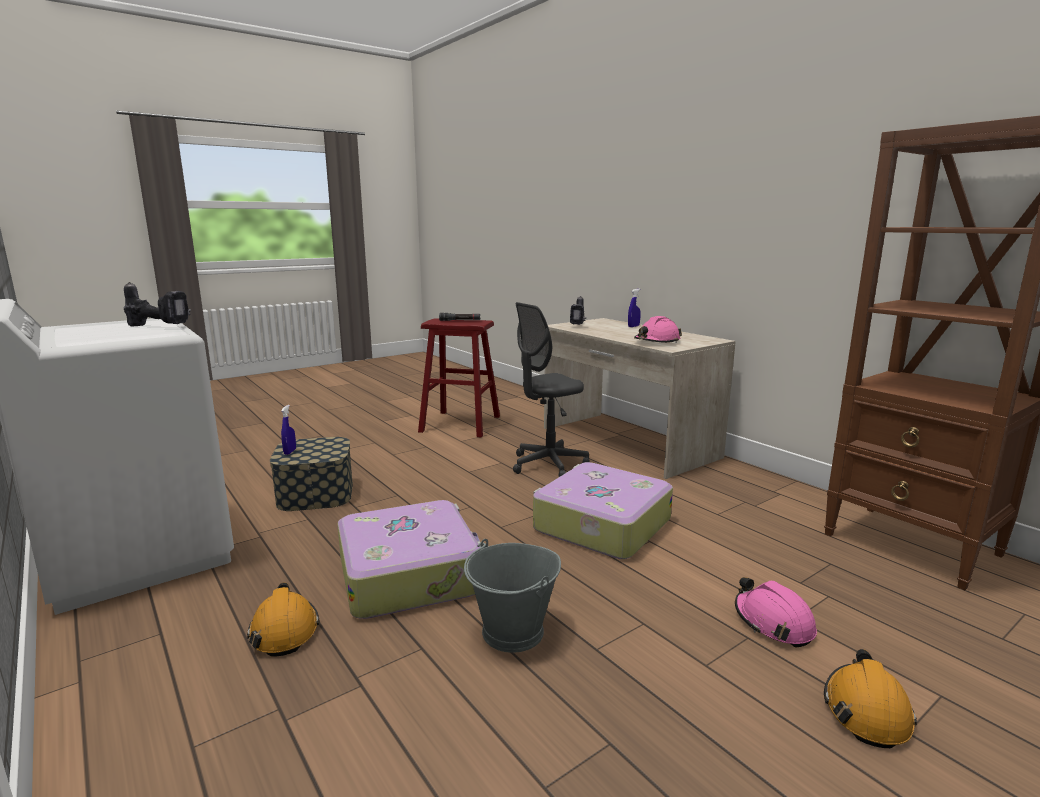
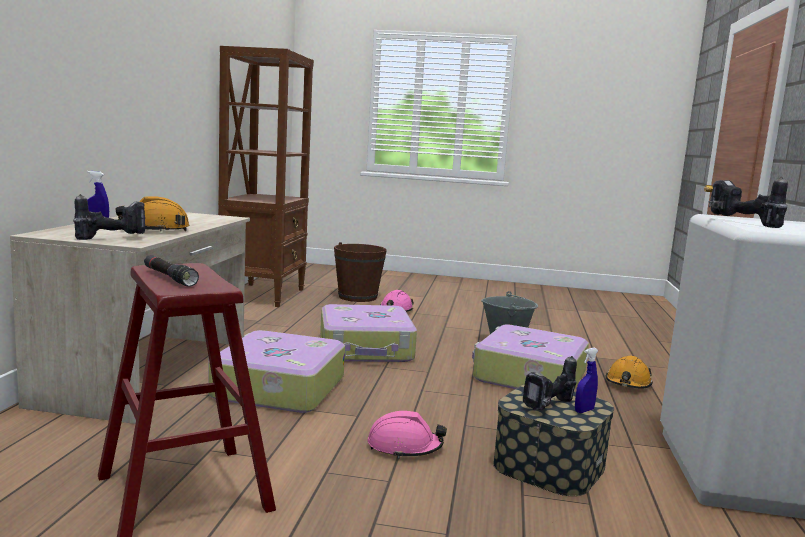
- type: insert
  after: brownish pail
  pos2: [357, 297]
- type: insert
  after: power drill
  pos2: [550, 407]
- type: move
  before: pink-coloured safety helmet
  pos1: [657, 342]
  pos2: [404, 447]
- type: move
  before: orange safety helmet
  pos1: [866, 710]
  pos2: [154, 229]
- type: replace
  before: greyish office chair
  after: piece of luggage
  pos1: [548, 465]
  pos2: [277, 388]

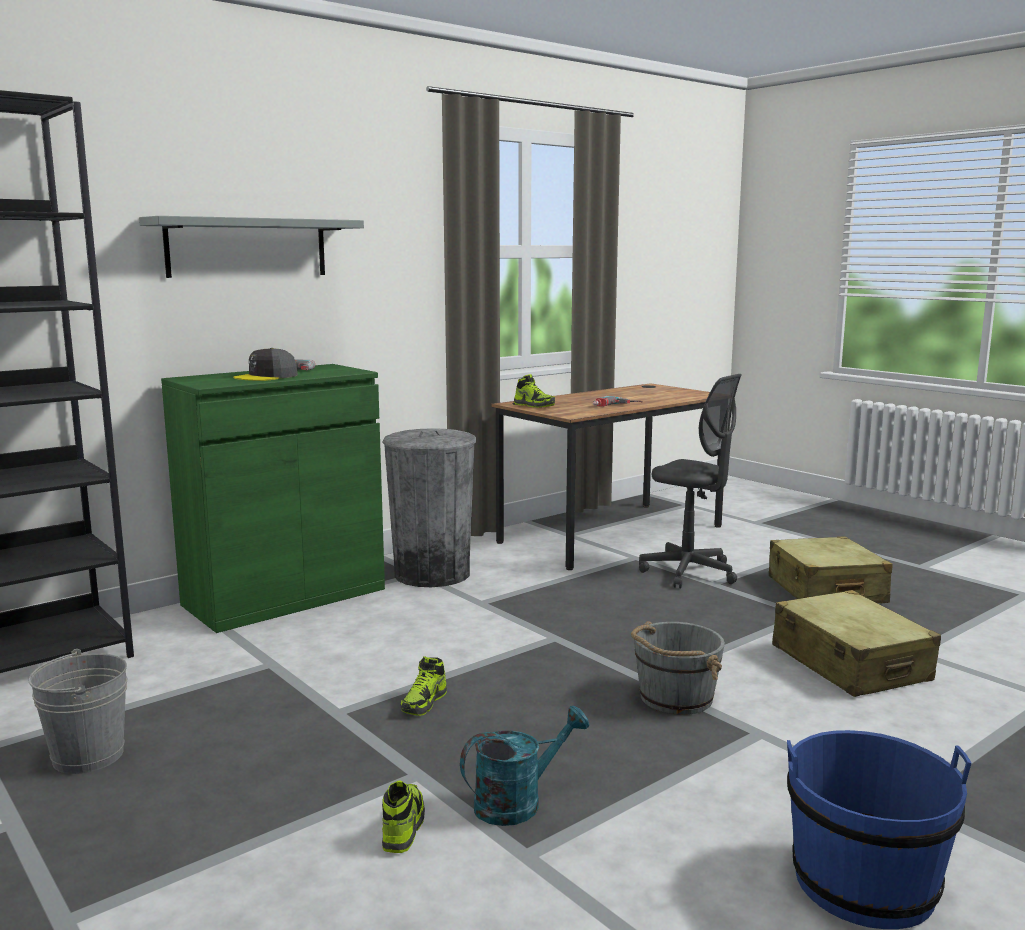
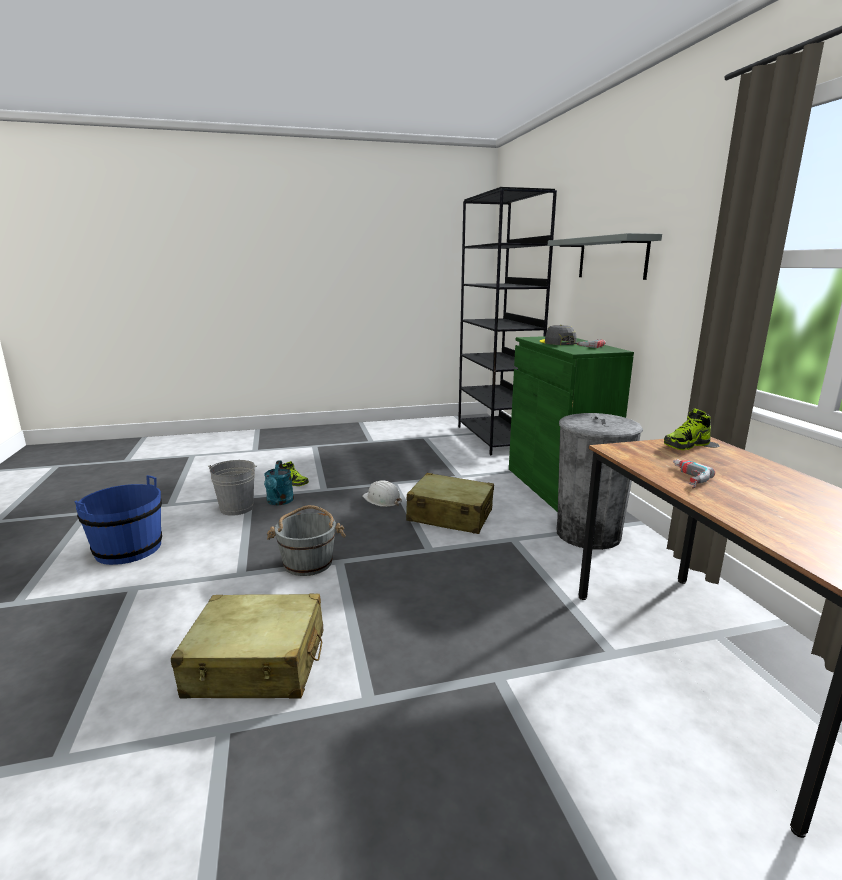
- type: delete
  before: greyish office chair
  pos1: [689, 573]
- type: move
  before: greyish pail
  pos1: [88, 756]
  pos2: [237, 508]
- type: move
  before: beige-coloured piece of luggage
  pos1: [825, 591]
  pos2: [450, 516]
- type: replace
  before: item of footwear
  after: whitish safety helmet
  pos1: [424, 703]
  pos2: [382, 499]

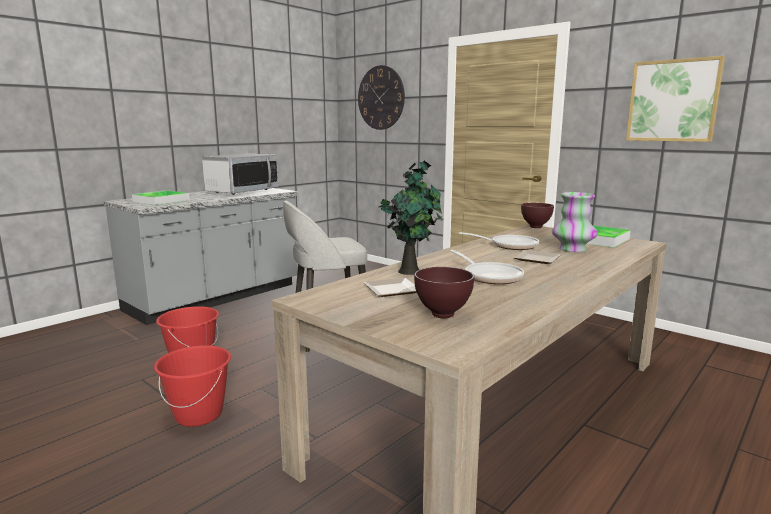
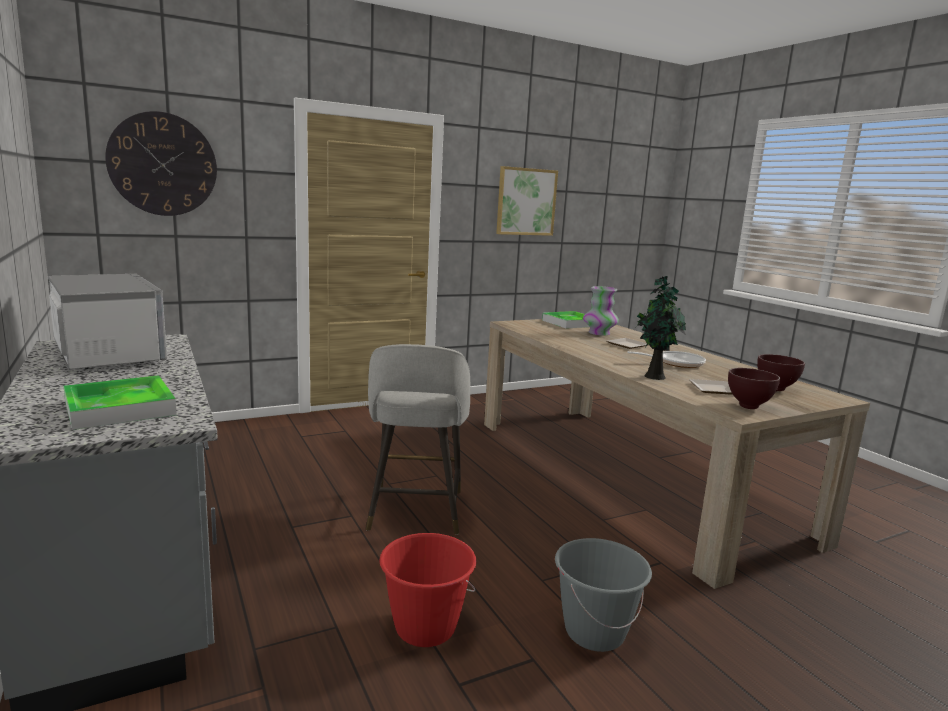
- type: delete
  before: frying pan
  pos1: [510, 246]
- type: move
  before: brownish deep dish
  pos1: [535, 227]
  pos2: [747, 406]
- type: recolor
  before: reddish pail
  after: greyish pail
  pos1: [199, 414]
  pos2: [594, 632]

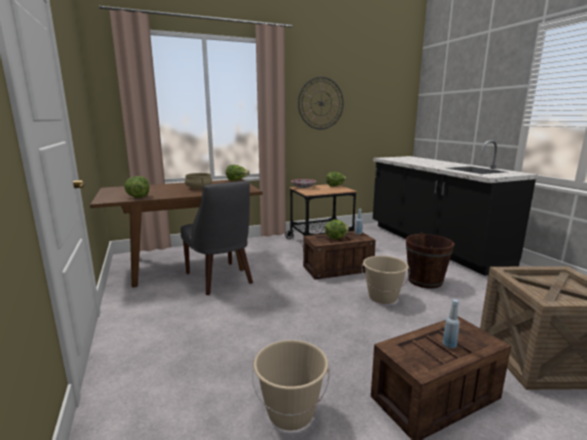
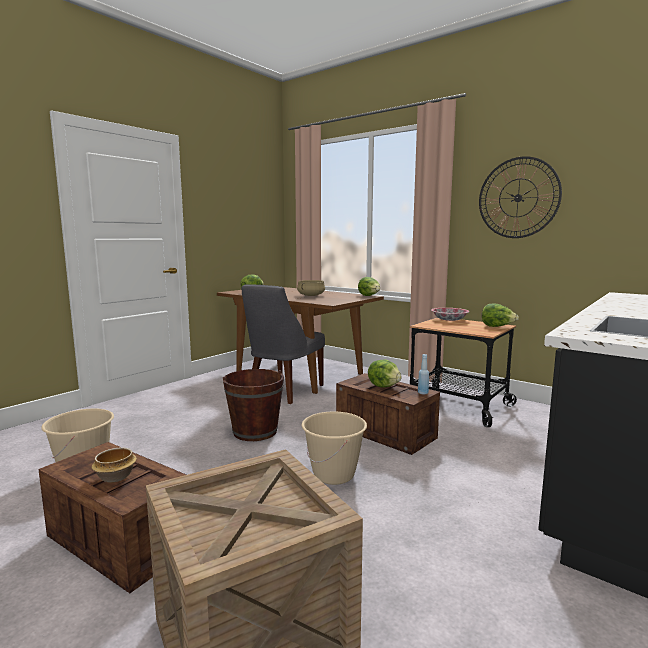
- type: move
  before: brownish pail
  pos1: [425, 281]
  pos2: [255, 432]
- type: replace
  before: blue bottle
  after: deep dish
  pos1: [449, 345]
  pos2: [115, 477]

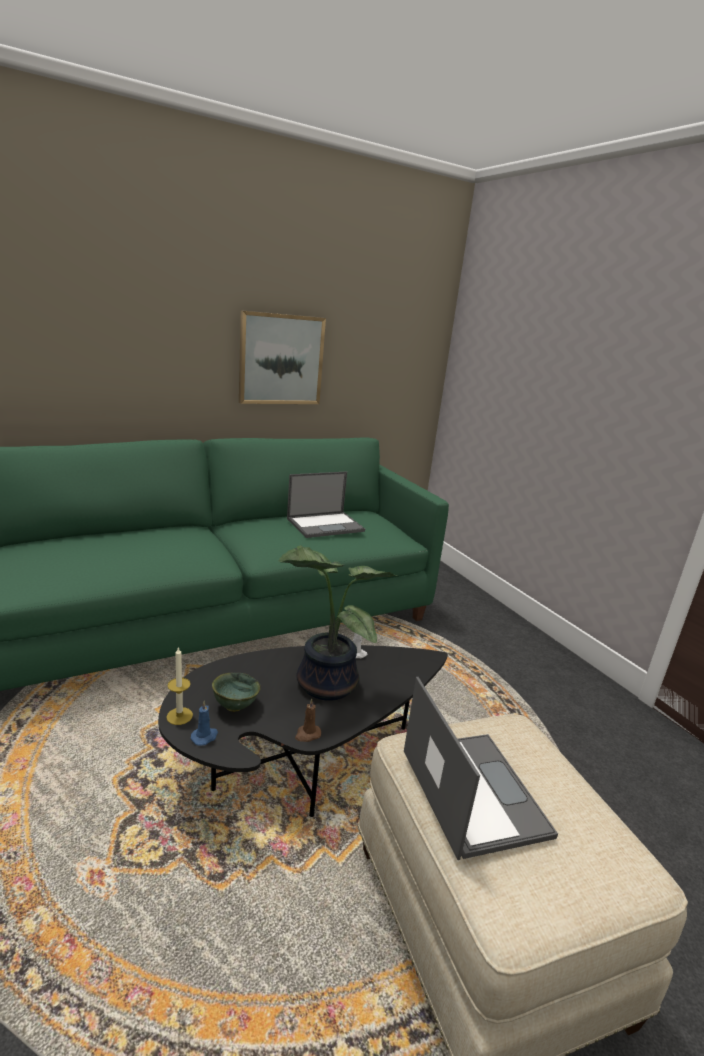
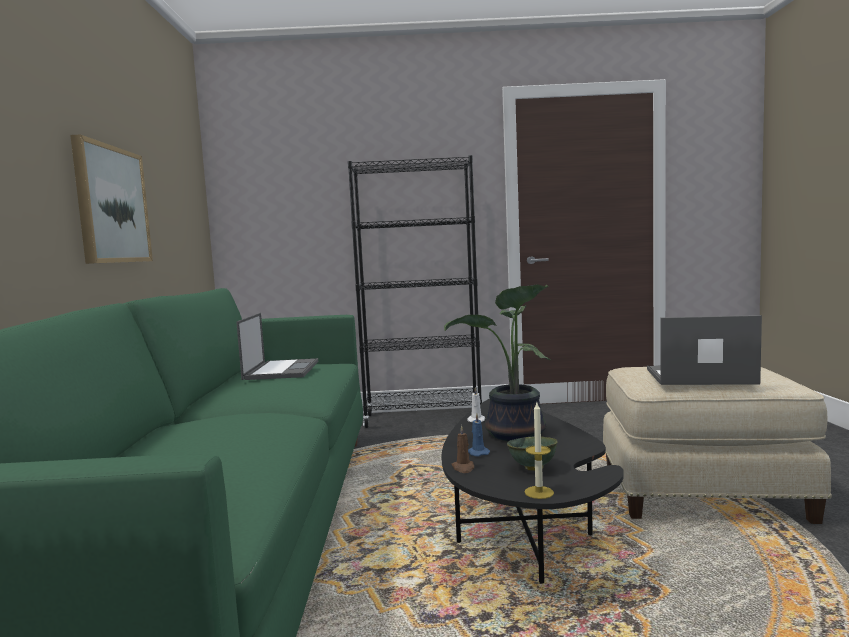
- type: insert
  after: black-coloured shelving unit
  pos2: [423, 418]
- type: move
  before: blue wax light
  pos1: [205, 737]
  pos2: [477, 453]
- type: move
  before: brownish wax light
  pos1: [307, 734]
  pos2: [463, 468]

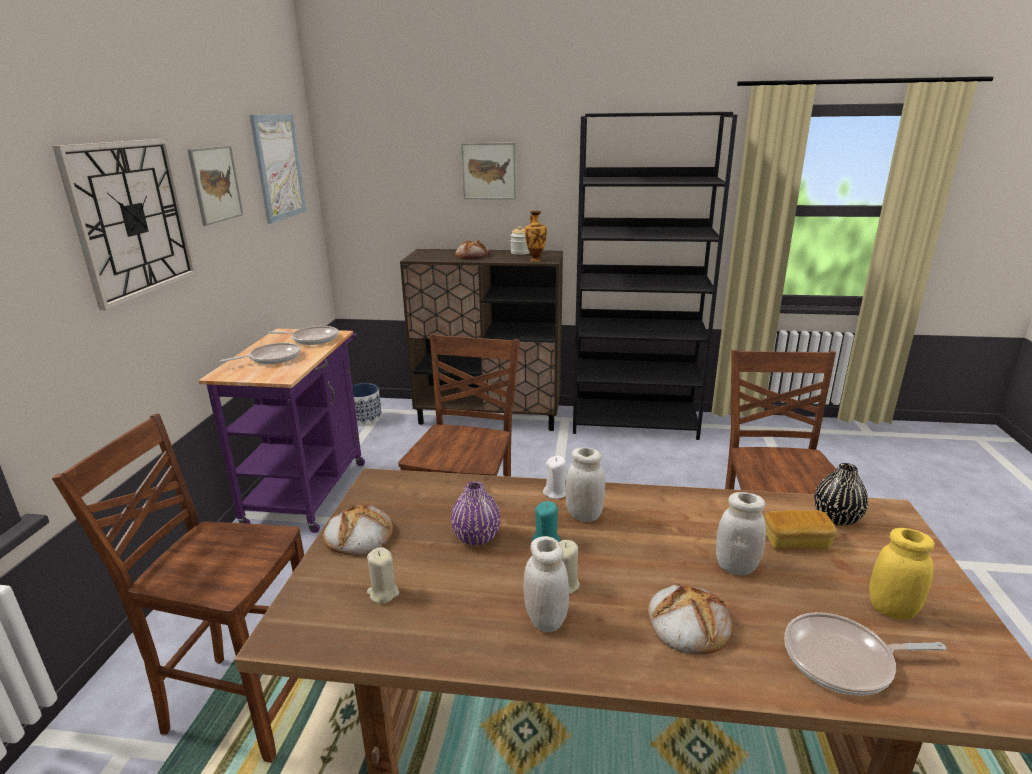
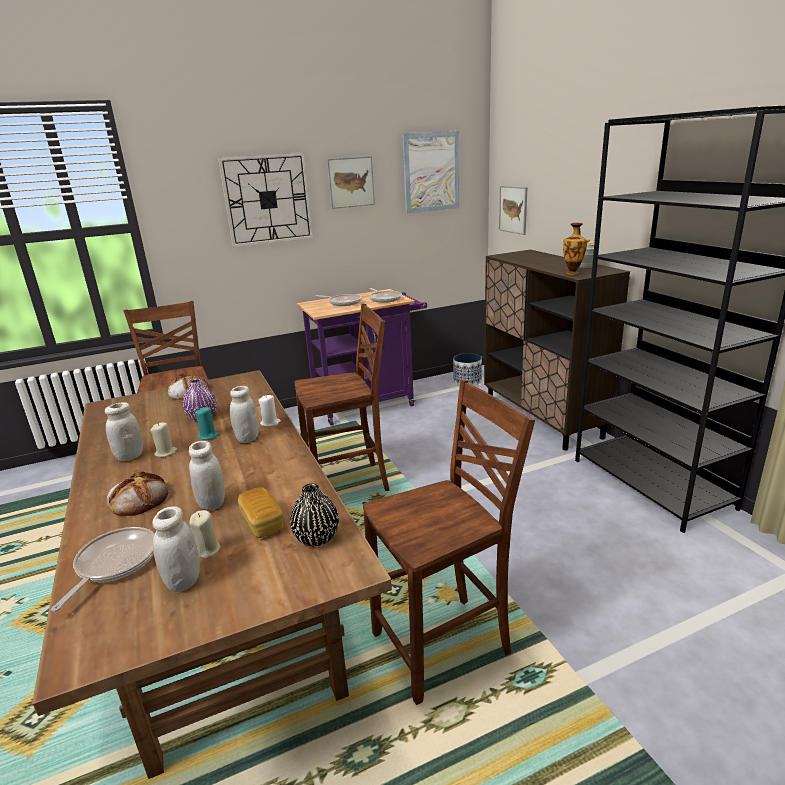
- type: delete
  before: bread
  pos1: [472, 255]
- type: move
  before: beige-coloured wax light
  pos1: [383, 593]
  pos2: [207, 550]
- type: move
  before: picture
  pos1: [489, 171]
  pos2: [513, 209]
- type: recolor
  before: yellow-coloured preserve jar
  after: whitish preserve jar
  pos1: [891, 609]
  pos2: [183, 581]
- type: rotate
  before: frying pan
  pos1: [844, 660]
  pos2: [114, 564]
  turn: 45

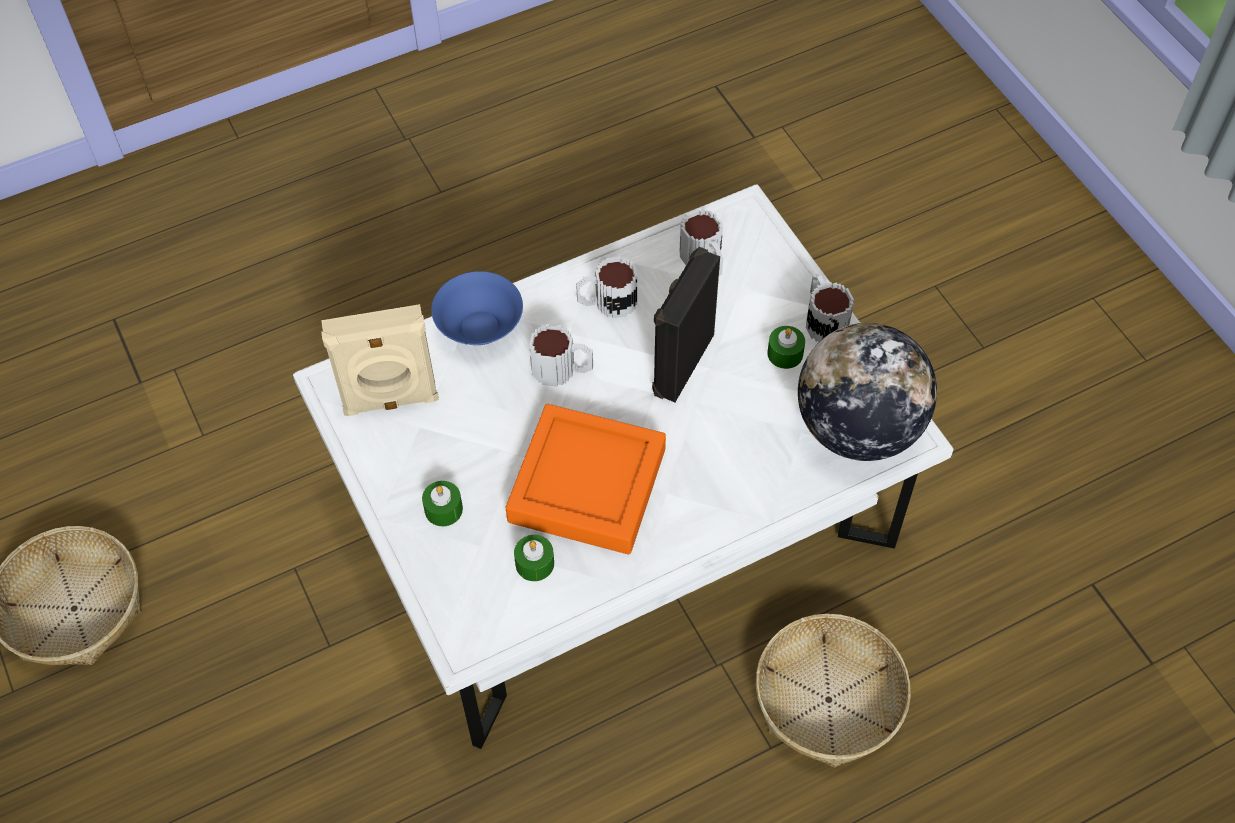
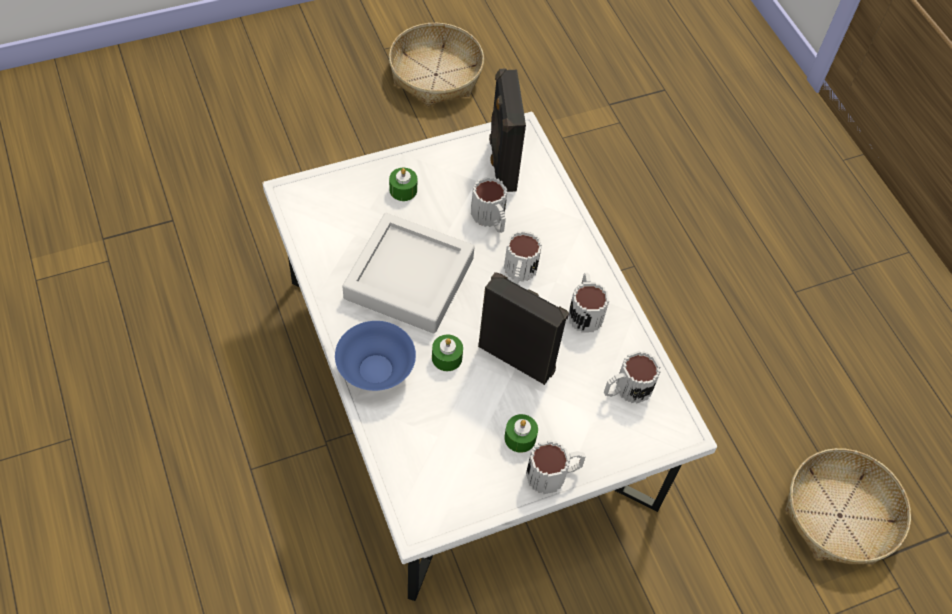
- type: delete
  before: world globe
  pos1: [858, 428]
- type: insert
  after: mug
  pos2: [491, 219]
- type: move
  before: blue deep dish
  pos1: [479, 326]
  pos2: [376, 369]
- type: move
  before: green wax light
  pos1: [534, 563]
  pos2: [447, 358]
- type: move
  before: household basket
  pos1: [828, 700]
  pos2: [839, 515]
- type: recolor
  before: beige-coloured speaker
  after: black-coloured speaker
  pos1: [390, 401]
  pos2: [501, 165]
- type: recolor
  before: orange serving tray
  after: greyish serving tray
  pos1: [587, 485]
  pos2: [409, 278]

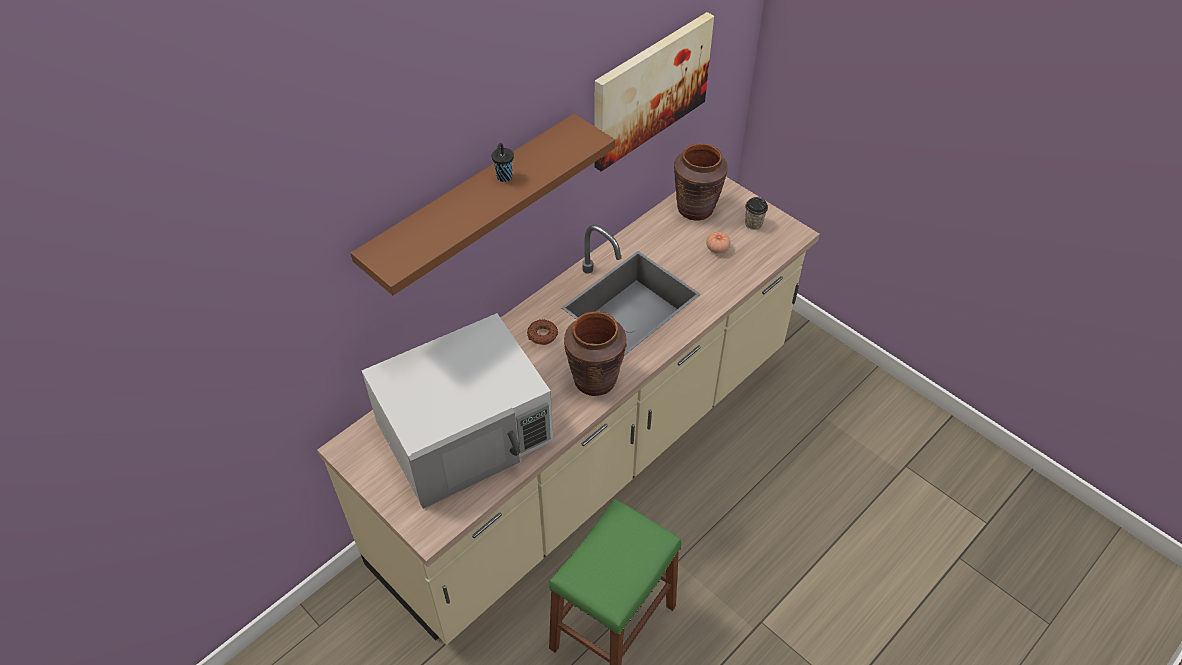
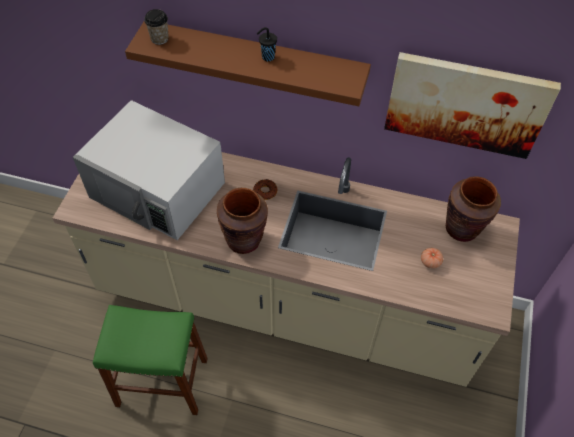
- type: move
  before: drinking cup
  pos1: [753, 224]
  pos2: [159, 39]

